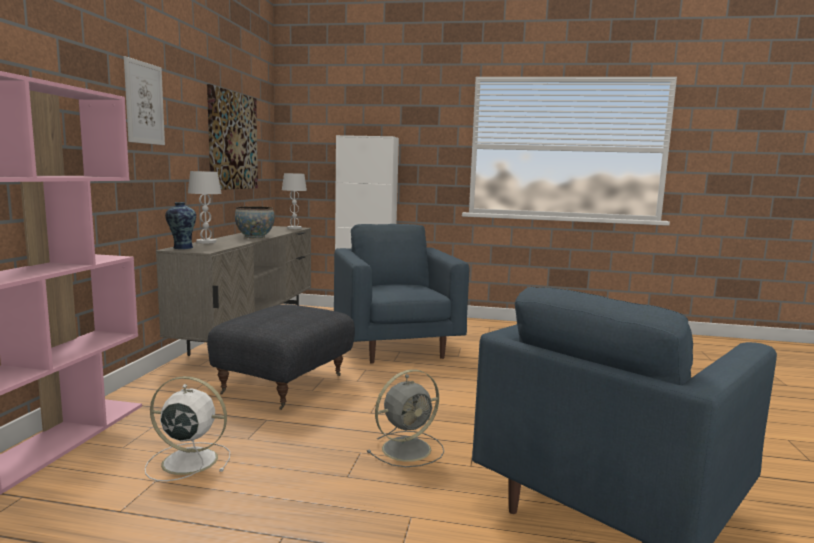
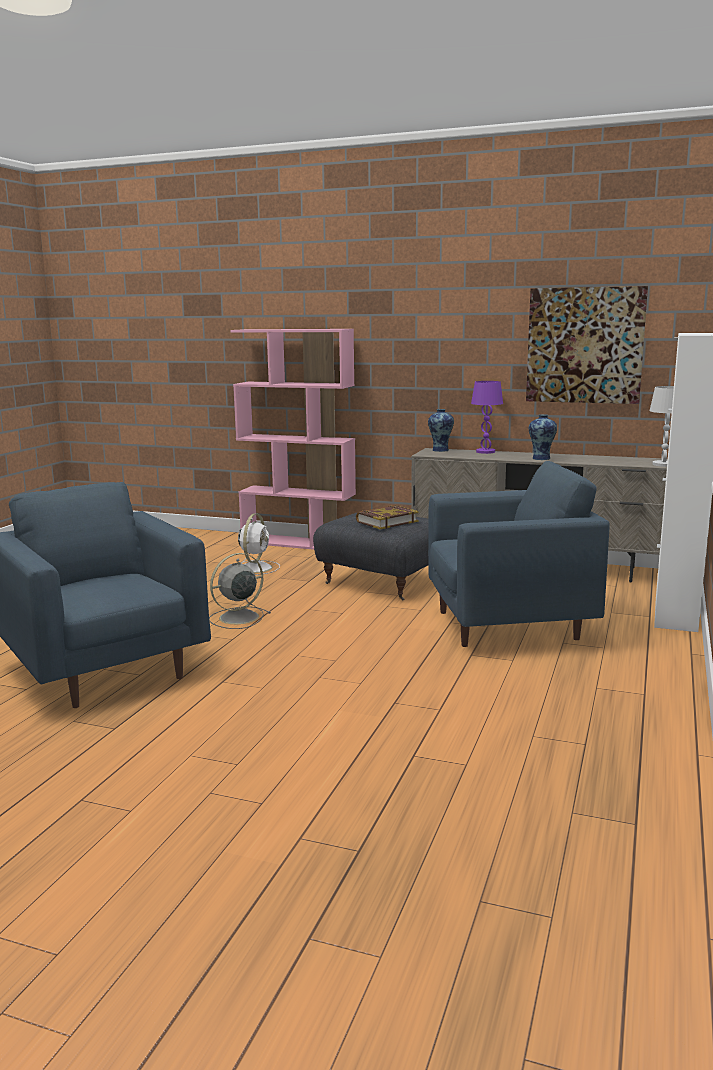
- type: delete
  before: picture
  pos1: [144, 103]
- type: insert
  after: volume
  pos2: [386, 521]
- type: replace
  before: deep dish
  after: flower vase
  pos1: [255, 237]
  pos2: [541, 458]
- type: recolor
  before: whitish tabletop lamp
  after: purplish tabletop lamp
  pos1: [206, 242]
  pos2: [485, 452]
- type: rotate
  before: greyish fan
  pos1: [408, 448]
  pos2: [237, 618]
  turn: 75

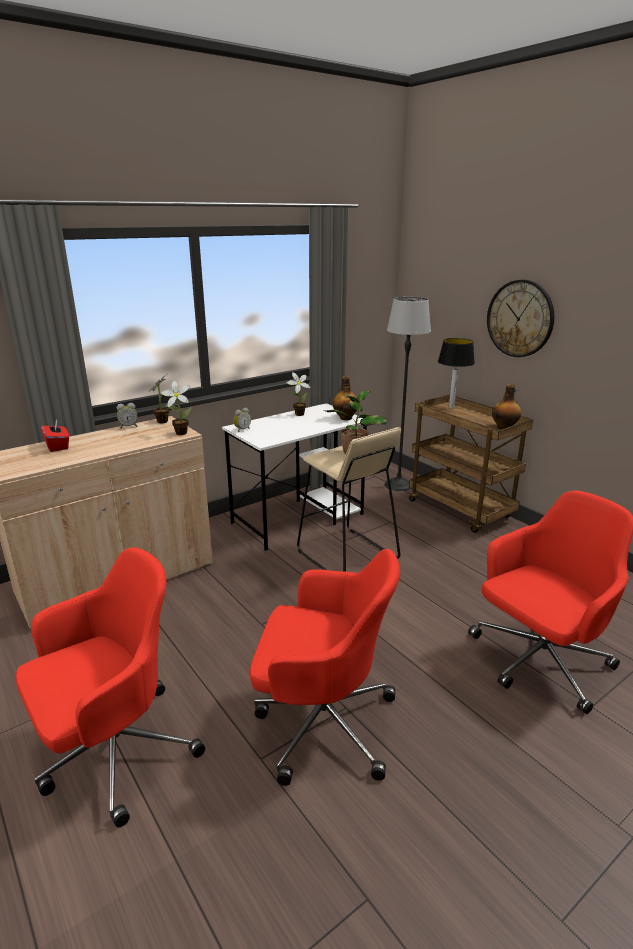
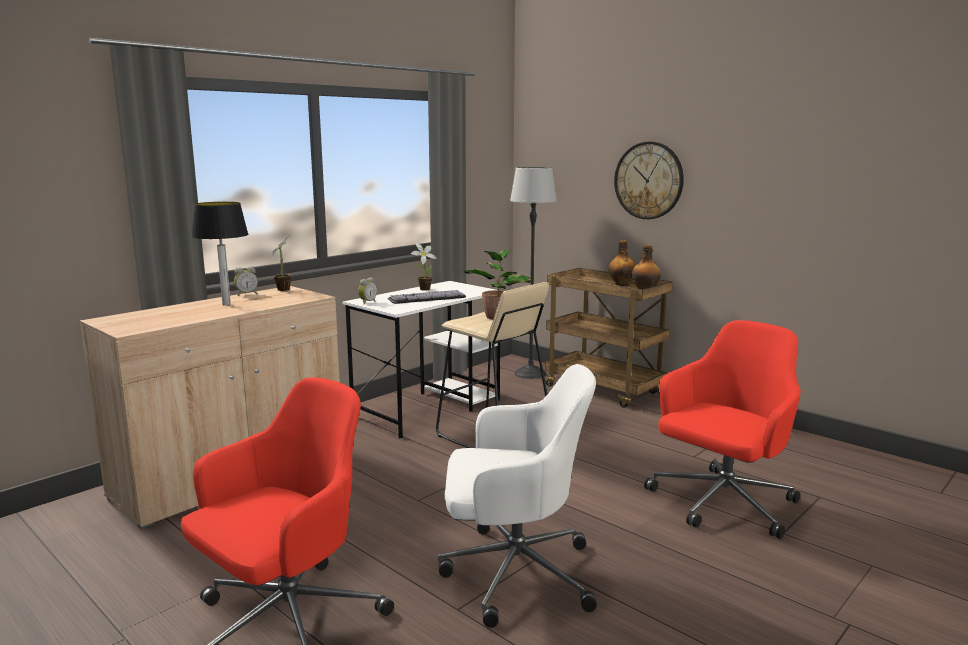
- type: delete
  before: reddish box of tissues
  pos1: [58, 446]
- type: delete
  before: houseplant
  pos1: [179, 433]
- type: insert
  after: computer keyboard
  pos2: [426, 297]
- type: move
  before: bottle
  pos1: [345, 418]
  pos2: [621, 284]
- type: move
  before: tabletop lamp
  pos1: [451, 407]
  pos2: [227, 304]
- type: recolor
  before: reddish office chair
  after: whitish office chair
  pos1: [321, 722]
  pos2: [513, 573]

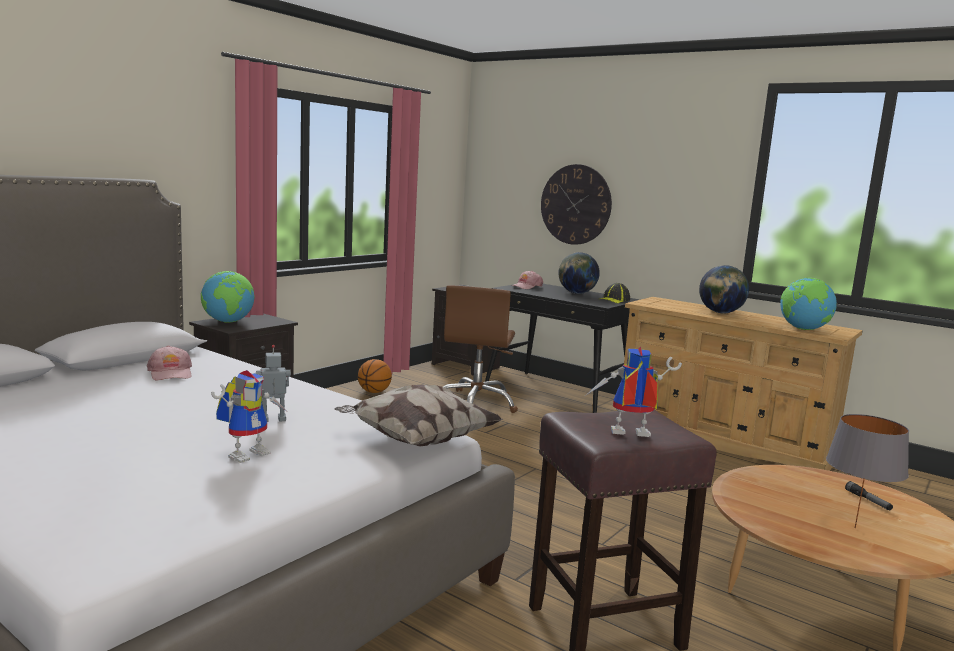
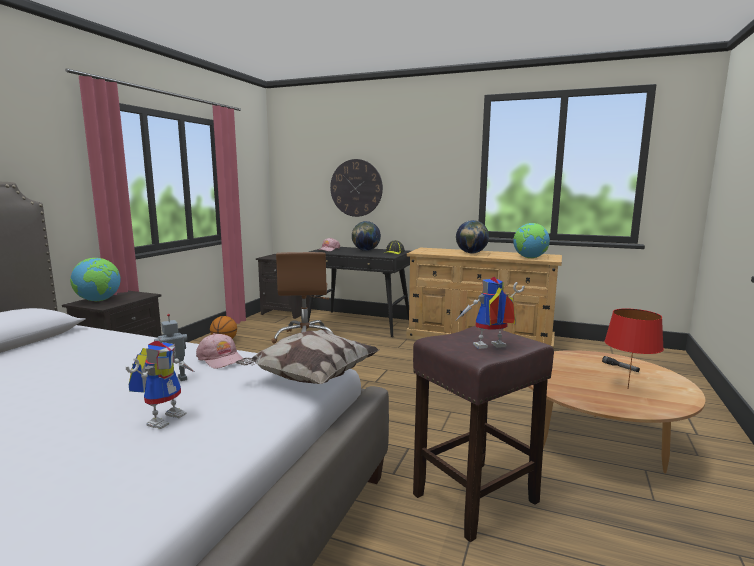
- type: move
  before: pink-coloured cap
  pos1: [170, 373]
  pos2: [221, 359]
- type: recolor
  before: greyish tabletop lamp
  after: reddish tabletop lamp
  pos1: [854, 528]
  pos2: [627, 389]

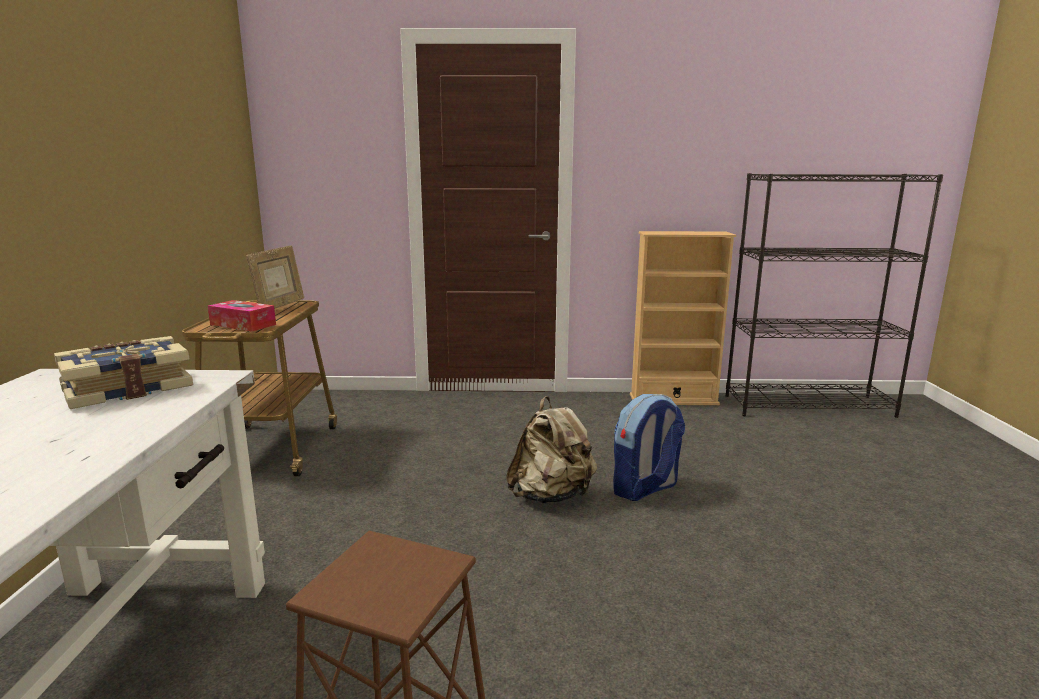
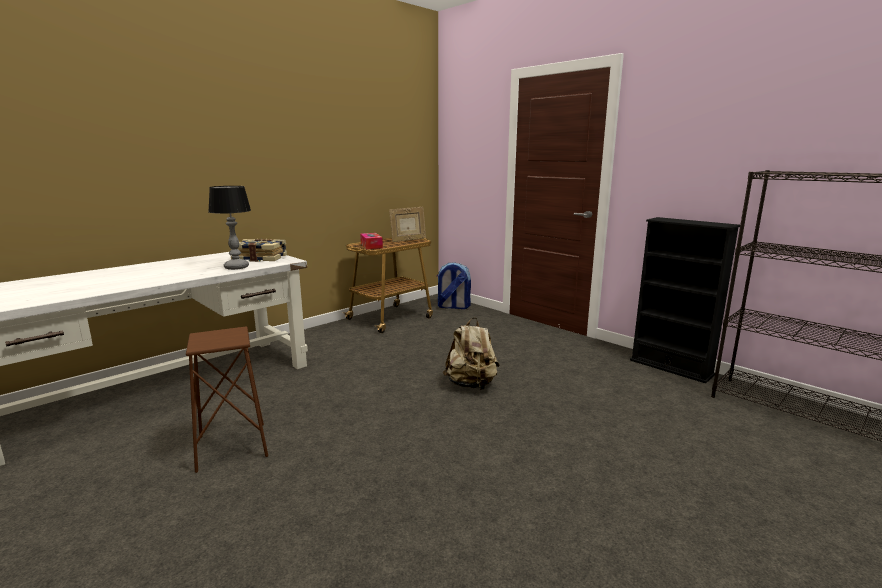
- type: insert
  after: tabletop lamp
  pos2: [236, 267]
- type: move
  before: rucksack
  pos1: [645, 489]
  pos2: [453, 307]
- type: recolor
  before: beige-coloured shelving unit
  after: black-coloured shelving unit
  pos1: [673, 399]
  pos2: [671, 367]

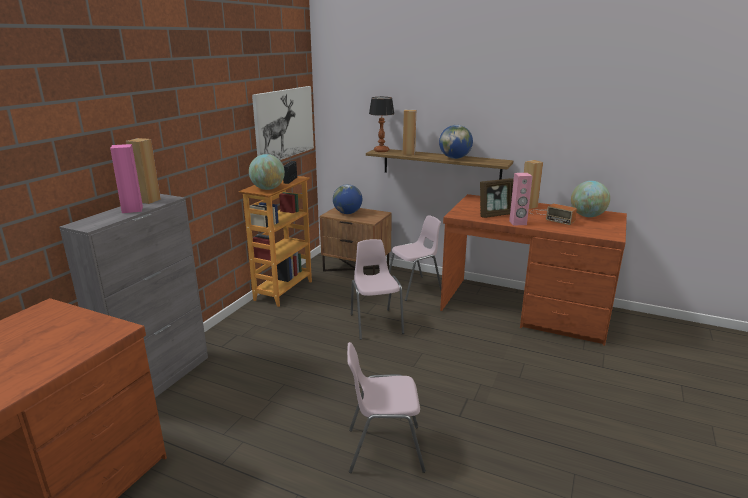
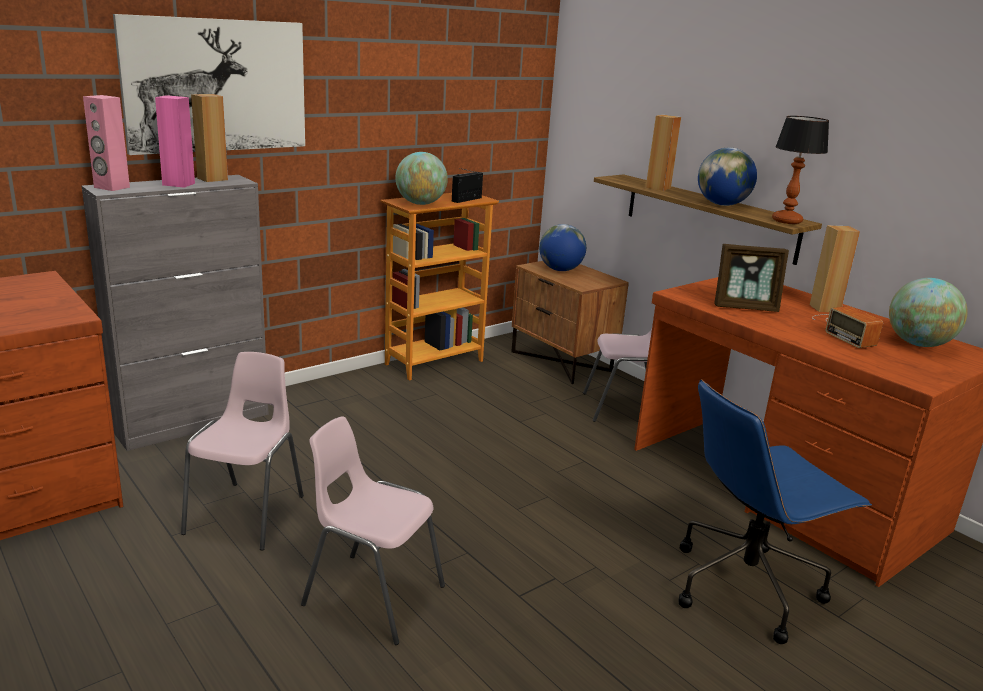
- type: insert
  after: blue office chair
  pos2: [746, 587]
- type: move
  before: picture
  pos1: [284, 124]
  pos2: [216, 85]
- type: move
  before: pink-coloured chair
  pos1: [376, 323]
  pos2: [248, 514]
- type: move
  before: tabletop lamp
  pos1: [381, 151]
  pos2: [787, 221]
- type: move
  before: pink-coloured speaker
  pos1: [518, 223]
  pos2: [111, 187]

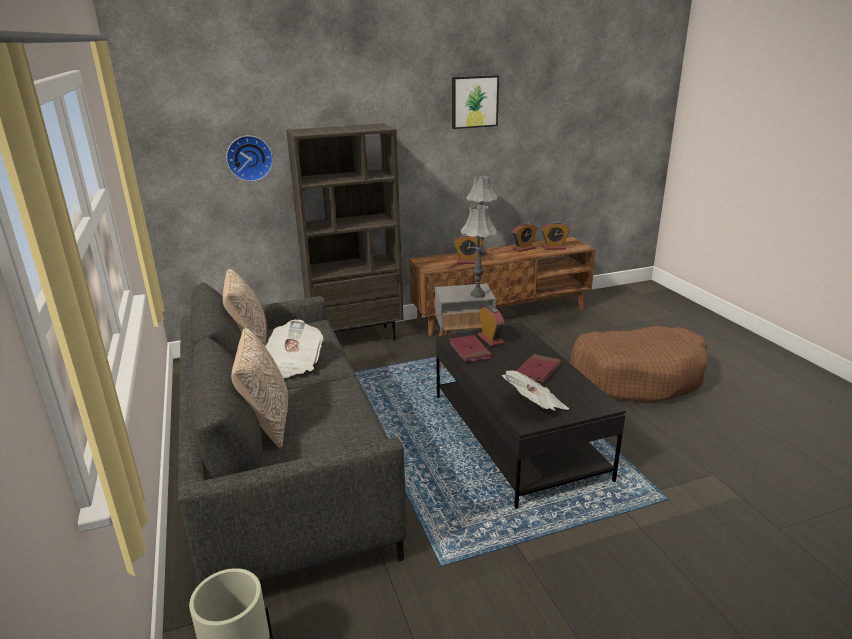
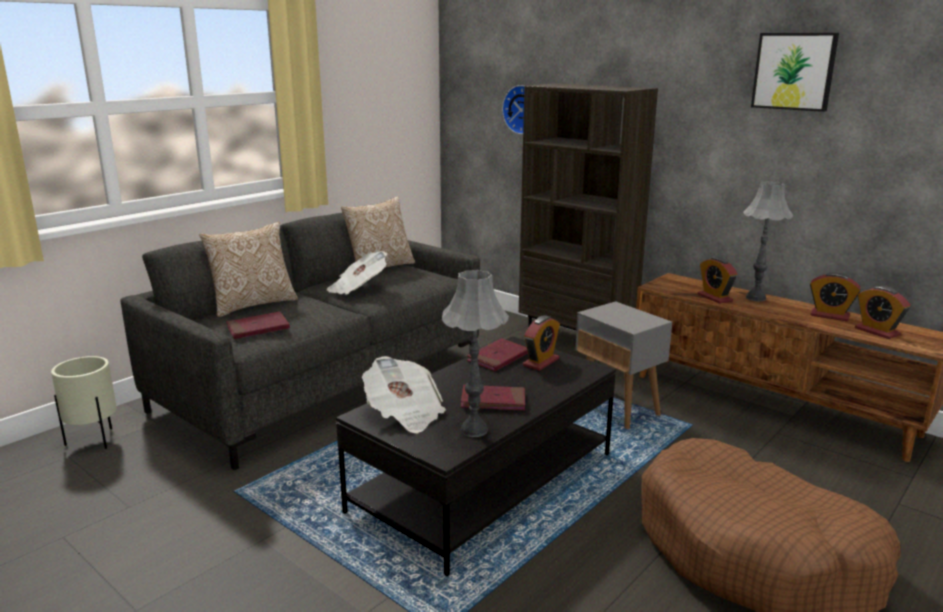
- type: insert
  after: reddish volume
  pos2: [258, 328]
- type: move
  before: greyish tabletop lamp
  pos1: [477, 295]
  pos2: [473, 430]

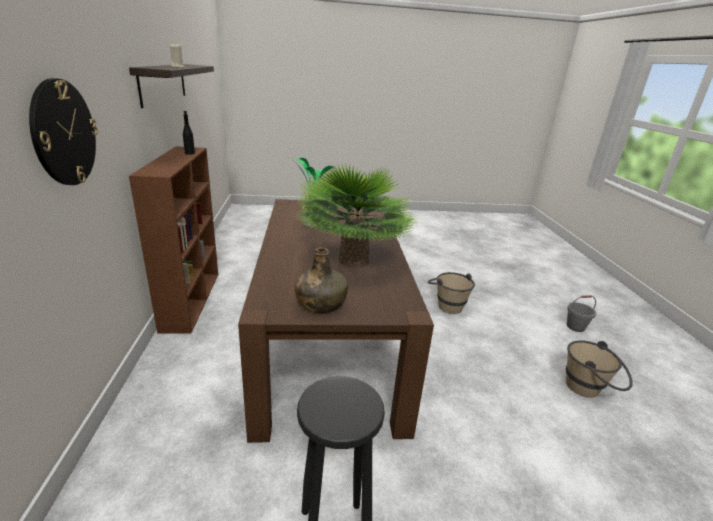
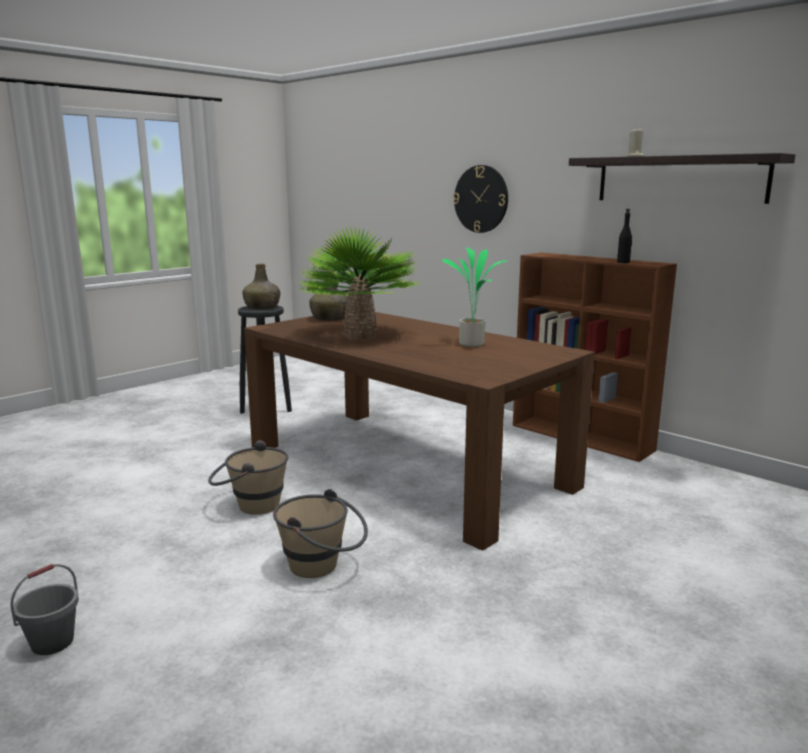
- type: insert
  after: green bottle
  pos2: [262, 307]
- type: move
  before: beige-coloured pail
  pos1: [589, 389]
  pos2: [250, 505]

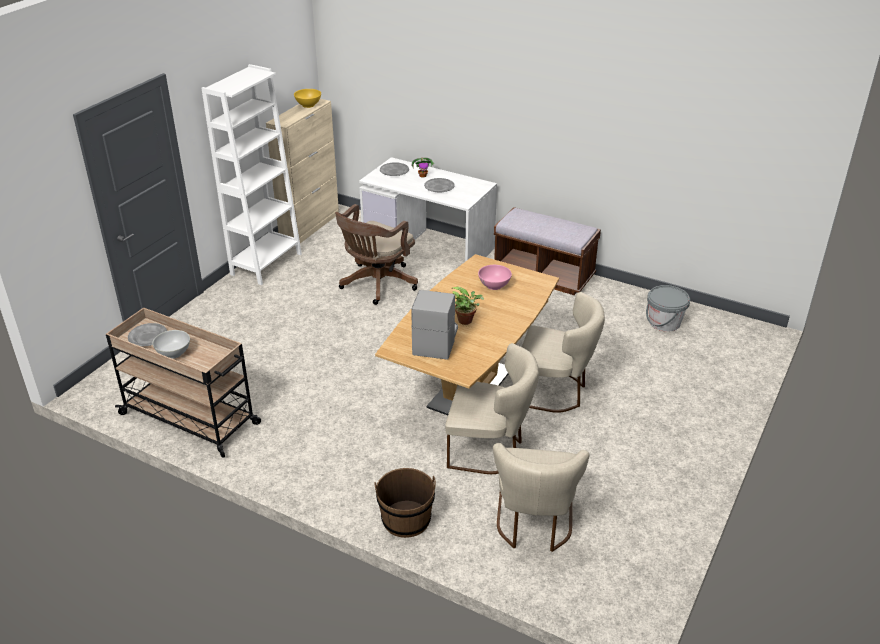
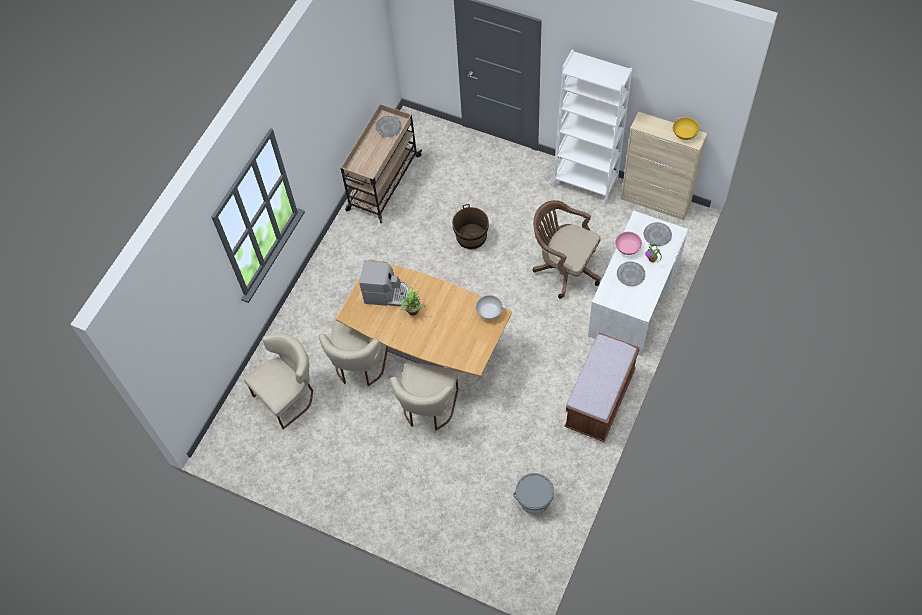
- type: move
  before: whitish deep dish
  pos1: [173, 353]
  pos2: [489, 312]
- type: move
  before: brownish pail
  pos1: [406, 520]
  pos2: [471, 237]
- type: move
  before: pink-coloured deep dish
  pos1: [494, 285]
  pos2: [627, 248]
- type: rotate
  before: beige-coloured chair
  pos1: [534, 525]
  pos2: [289, 396]
  turn: 135

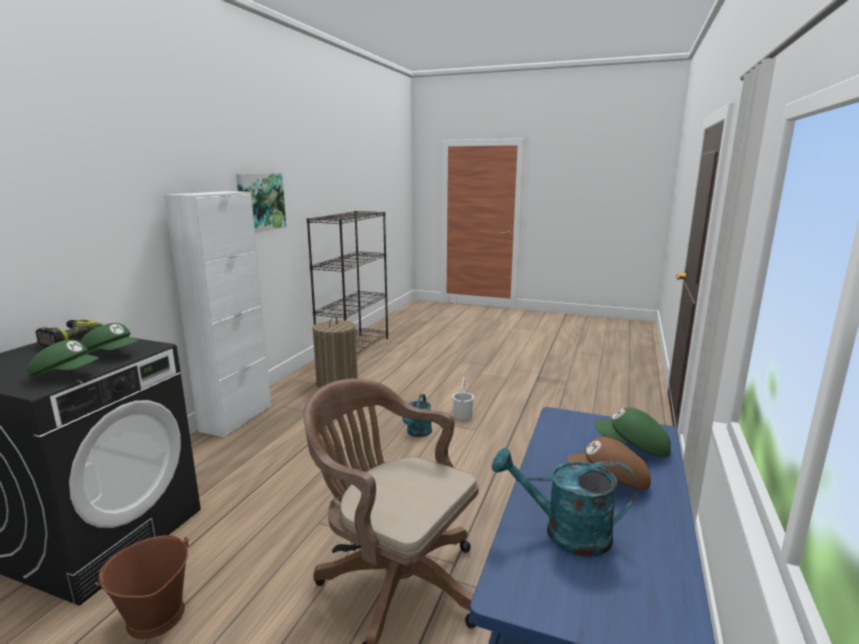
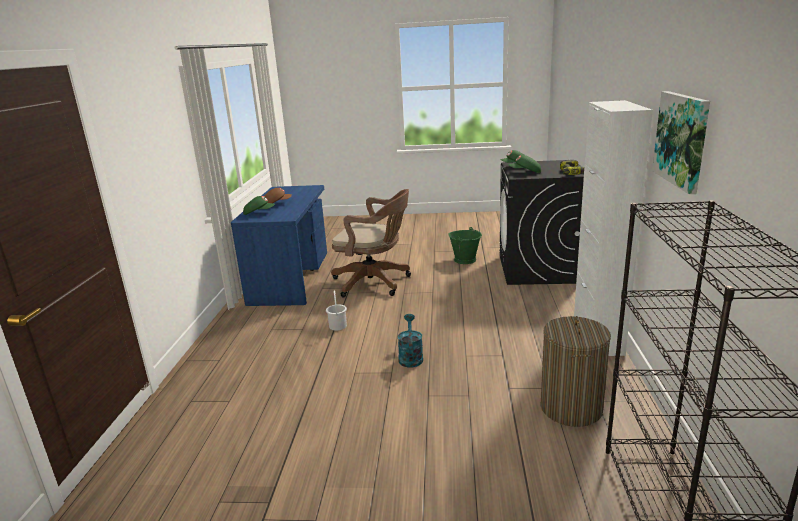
- type: delete
  before: turquoise-coloured watering can
  pos1: [565, 533]
- type: move
  before: whitish pail
  pos1: [462, 415]
  pos2: [338, 326]
- type: recolor
  before: brownish pail
  after: green pail
  pos1: [155, 617]
  pos2: [465, 260]

